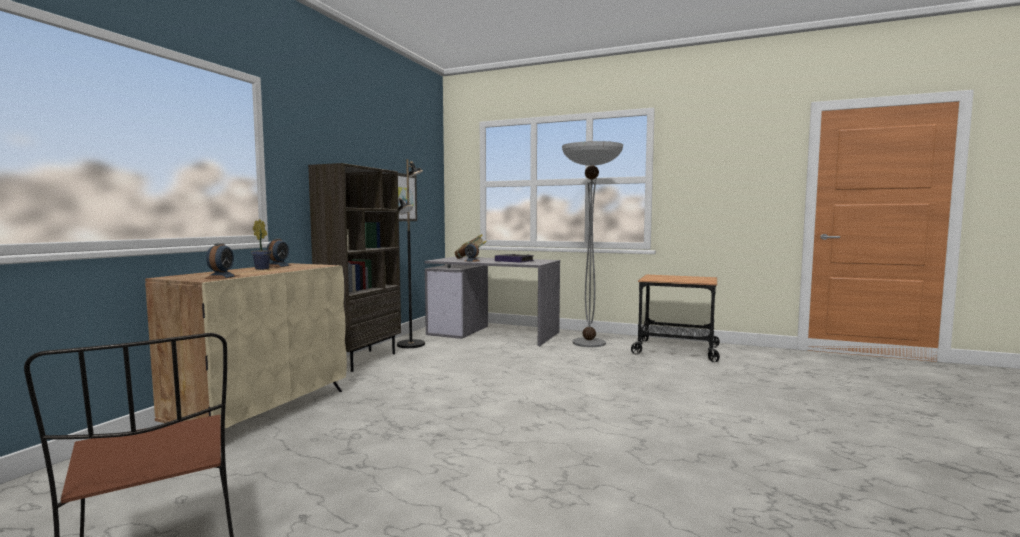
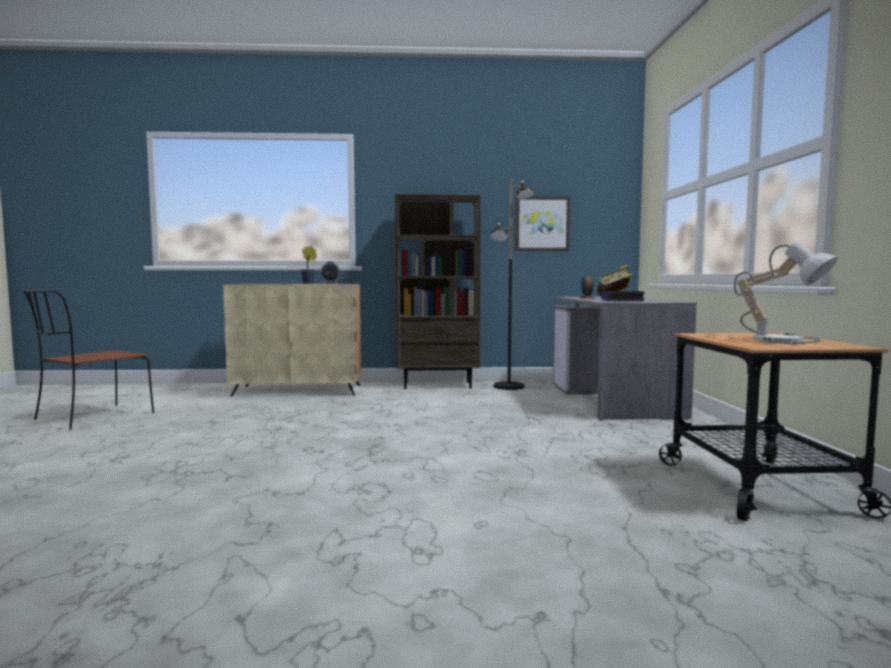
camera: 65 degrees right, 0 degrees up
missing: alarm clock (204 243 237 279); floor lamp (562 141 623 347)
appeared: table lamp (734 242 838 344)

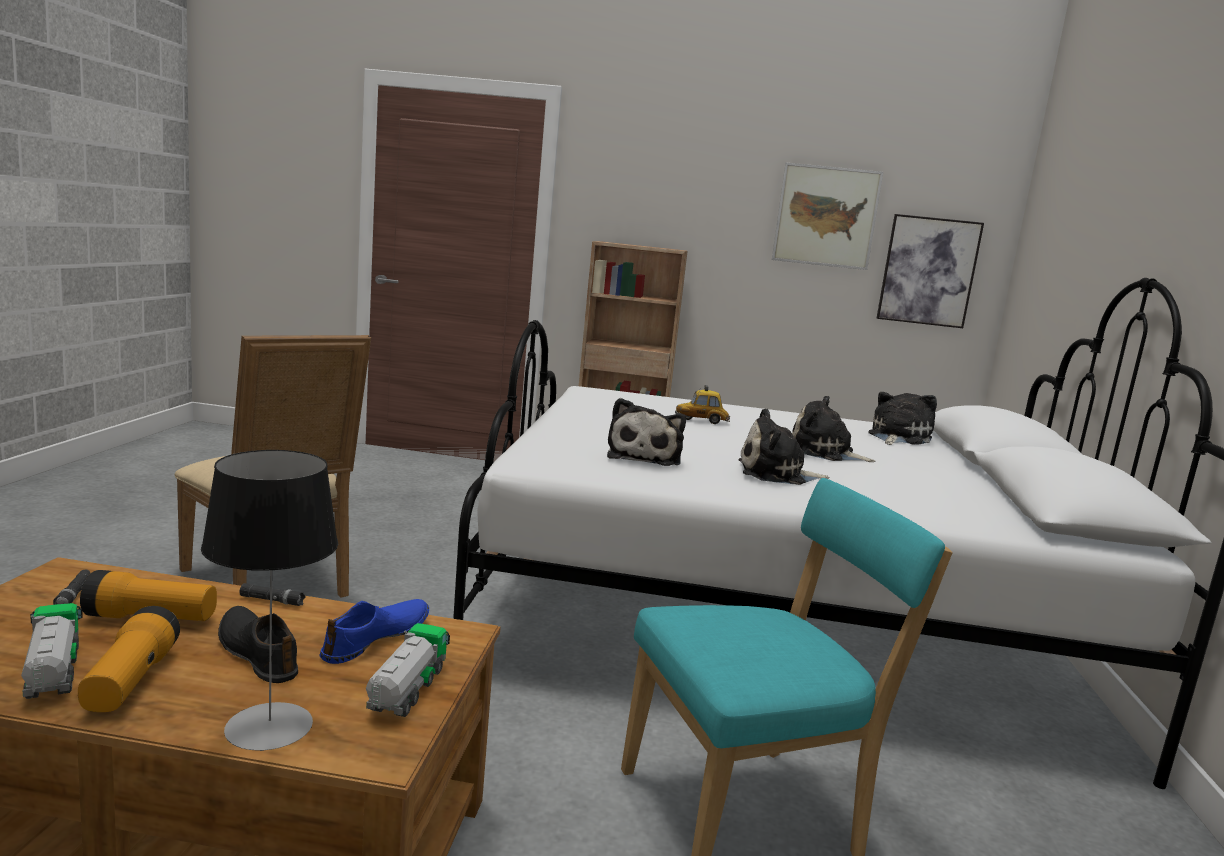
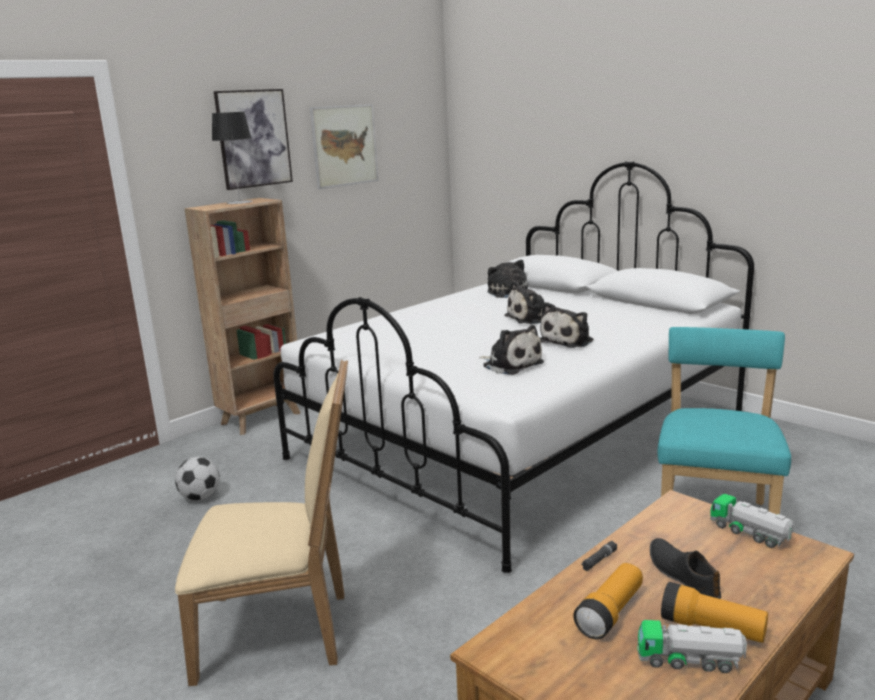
camera: 50 degrees left, 5 degrees up
missing: flashlight (black) (53 570 91 605); shoe (blue) (319 599 429 664); toy car (675 385 730 424)
appeared: football (175 457 220 501)
relocated: table lamp (201 450 338 751) to (212 112 253 204); picture (877 214 984 328) to (214 89 293 190)
spun: shoe (black) (218 606 298 683) = (650 538 721 599) 75 degrees clockwise

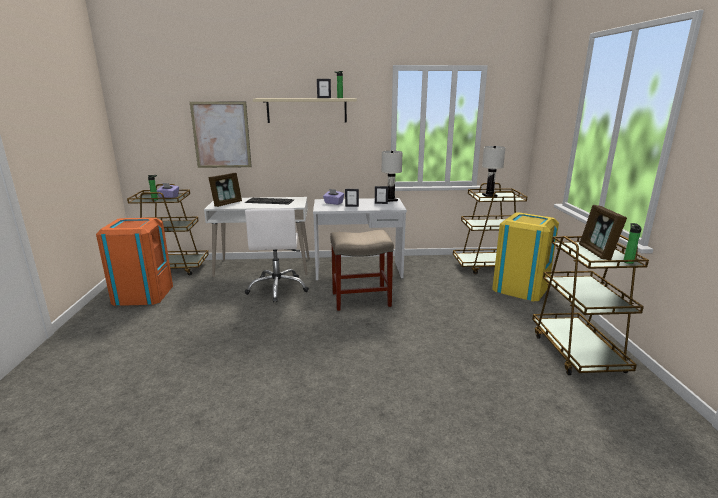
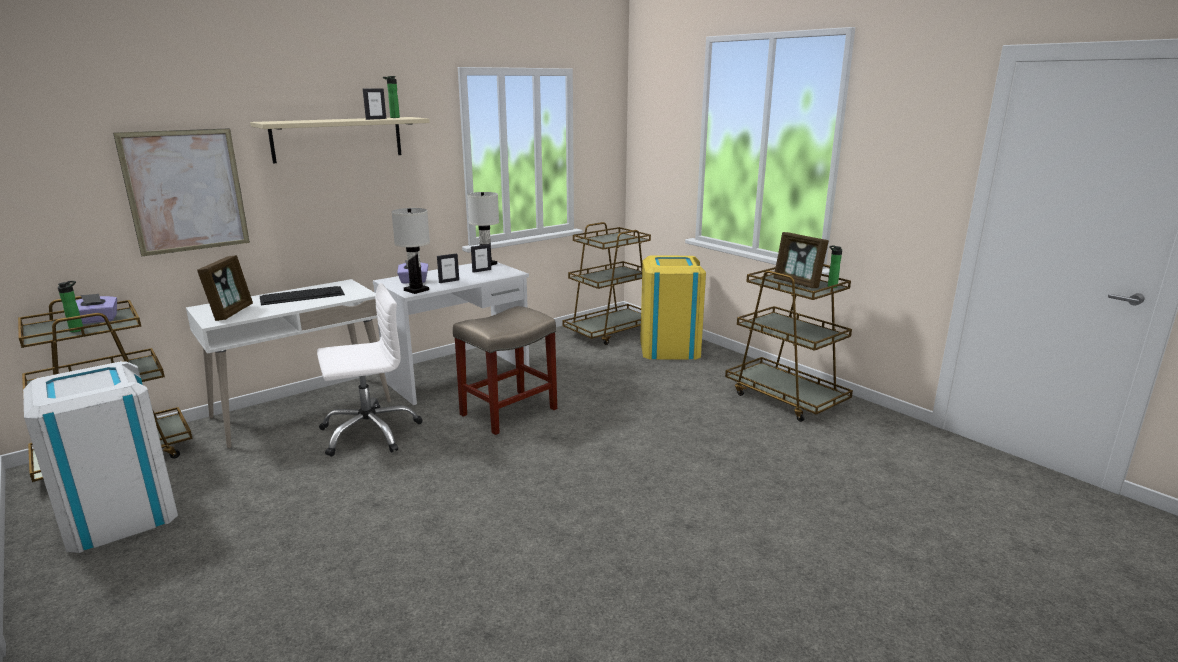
camera: 35 degrees left, 0 degrees up
relocated: table lamp (white) (482 146 506 197) to (391 208 430 294)
colour: trash can (orange) (96 218 173 306) to trash can (white) (23 361 178 553)
spun: office chair (white) (245 208 309 303) = (317 283 422 457) 75 degrees counterclockwise

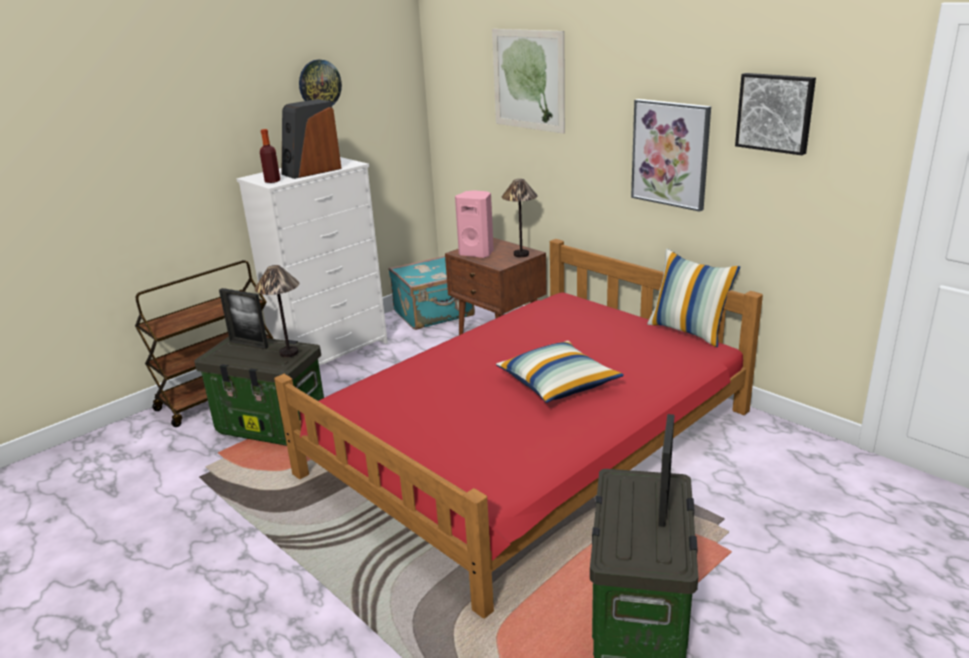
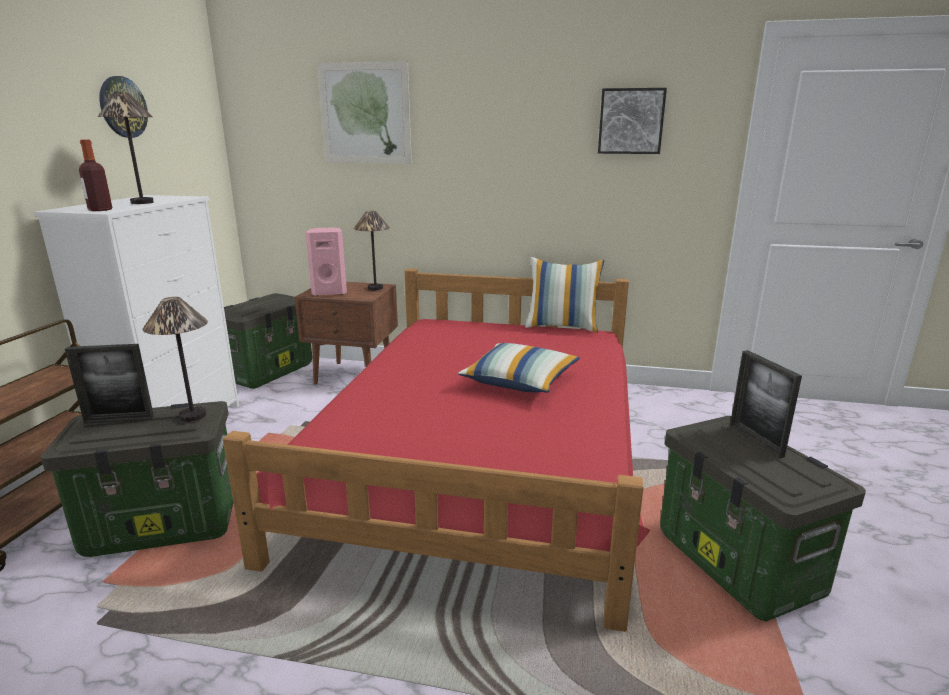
camera: 35 degrees left, 5 degrees down
missing: picture (631 99 711 212)
exchanged: speaker (282 99 342 179) to table lamp (98 92 154 204); suitcase (turquoise) (388 256 475 330) to storage box (224 293 312 389)

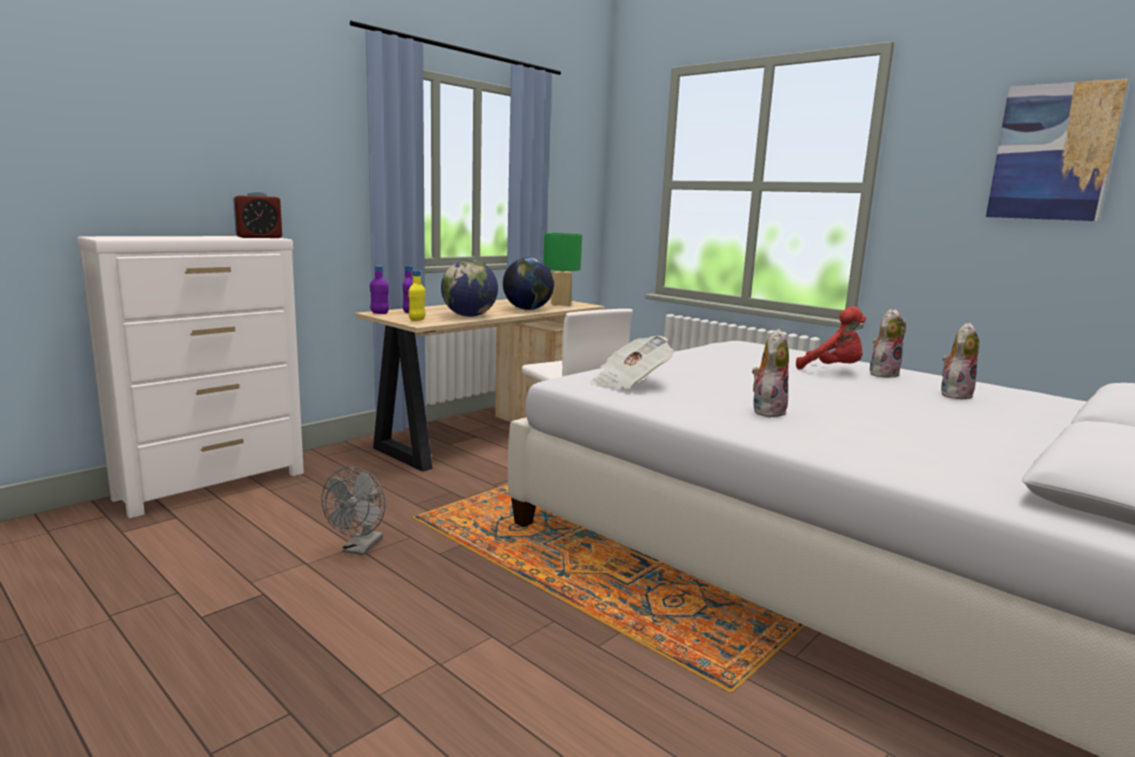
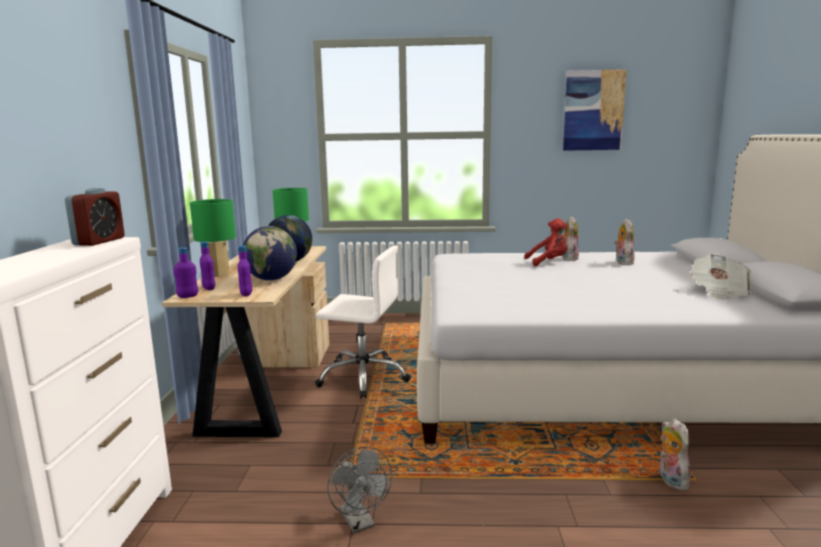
camera: 40 degrees left, 0 degrees up
appeared: table lamp (green) (190 199 236 277)
relocated: newspaper (590 336 674 389) to (690 254 751 300); plush toy (752 329 789 417) to (660 419 691 491)
colour: bottle (yellow) (408 270 426 321) to bottle (purple) (238 245 252 296)

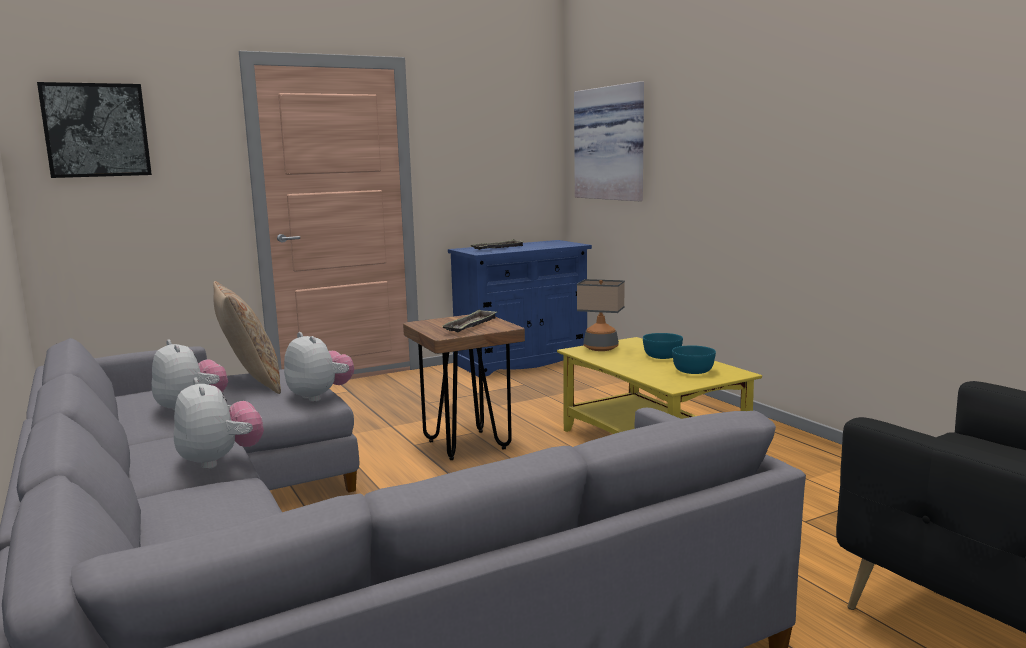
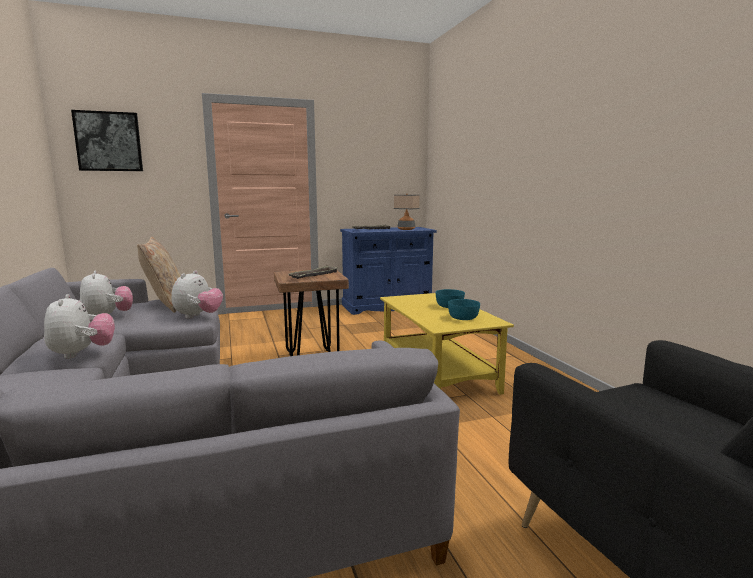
camera: 10 degrees right, 0 degrees up
missing: picture (574 82 644 201)
relocated: table lamp (577 279 625 351) to (394 194 420 230)
spun: plush toy (284 332 354 402) = (172 270 223 319) 45 degrees clockwise

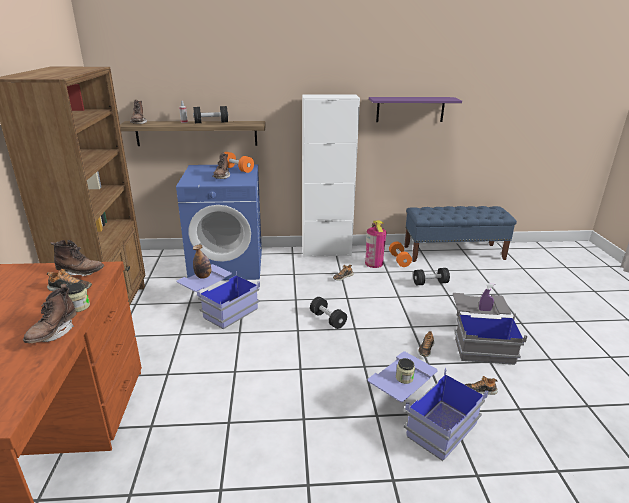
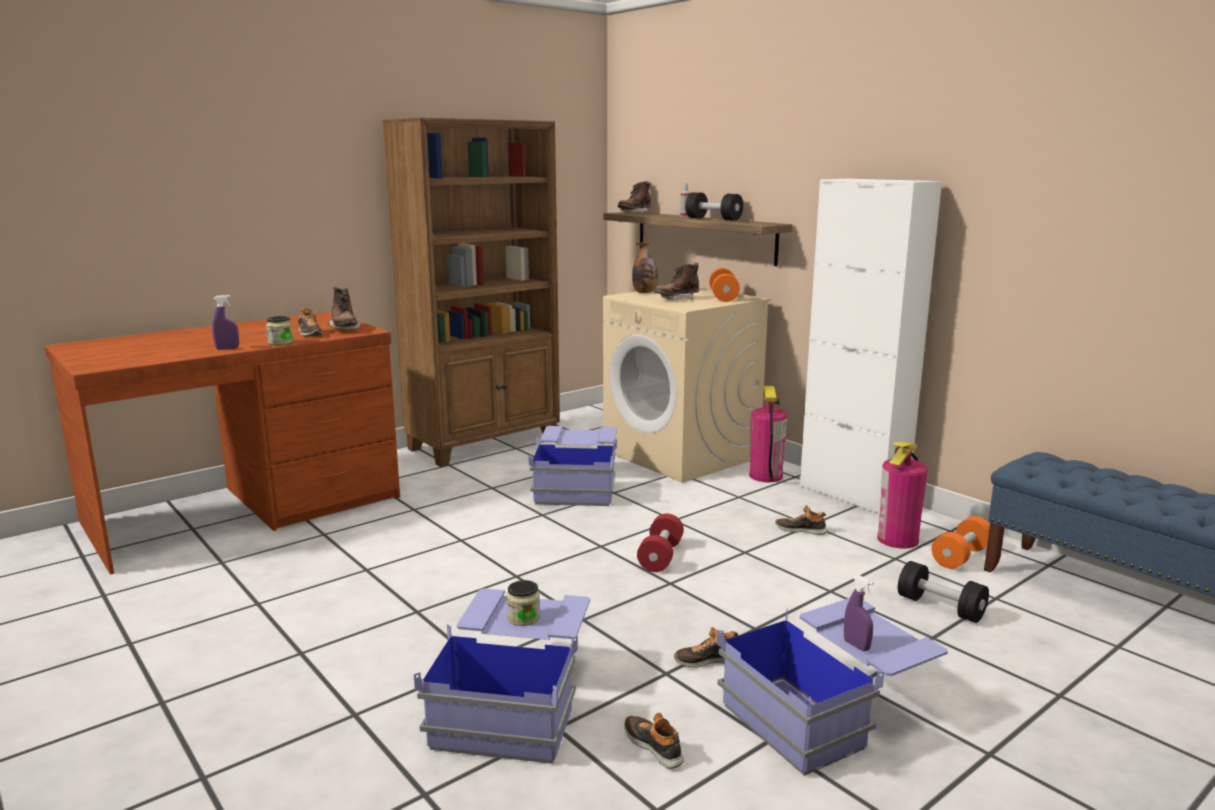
camera: 55 degrees right, 10 degrees down
missing: shelf (purple) (369 97 462 122)
appeared: fire extinguisher (749 386 788 482)
relocated: bottle (193 244 211 279) to (632 241 658 293)
exchanged: boot (brown) (23 284 77 343) to spray bottle (purple) (212 295 239 350)
colour: washing machine (blue) (176 164 262 280) to washing machine (beige) (603 287 771 483); dumbbell (black) (310 297 347 329) to dumbbell (red) (637 513 684 572); storage box (grey) (453 293 527 365) to storage box (blue) (717 598 948 776)

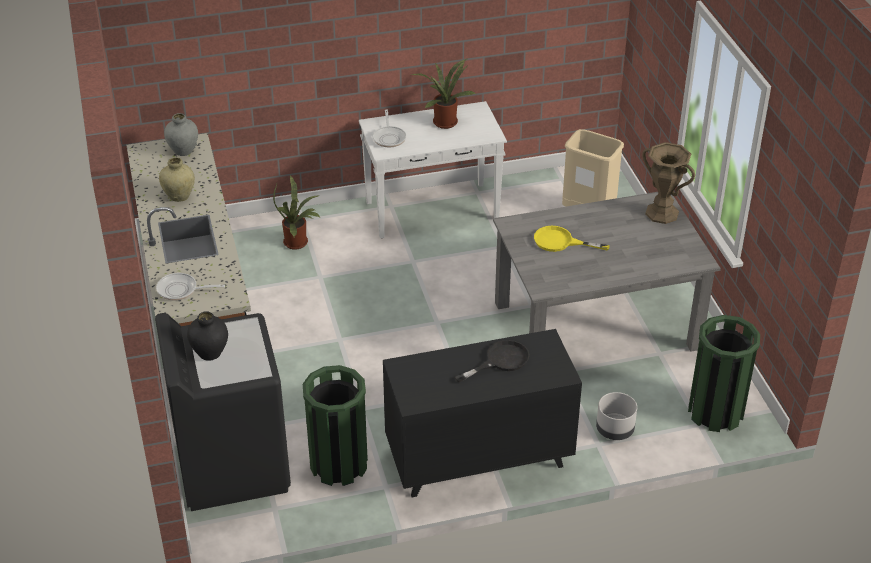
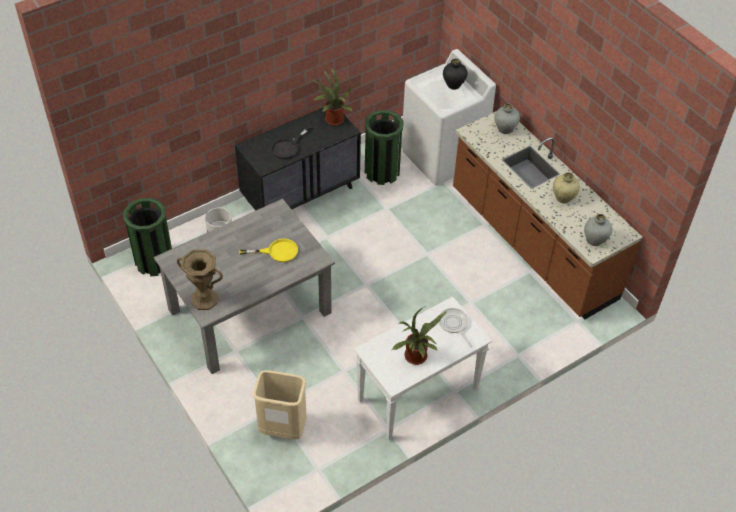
camera: 160 degrees right, 10 degrees up
relocated: potted plant (273 175 320 250) to (312 68 353 126)
exchanged: frying pan (156 273 225 301) to vase (grey) (494 104 520 134)
colour: washing machine (black) (155 313 291 511) to washing machine (white) (401 49 496 186)

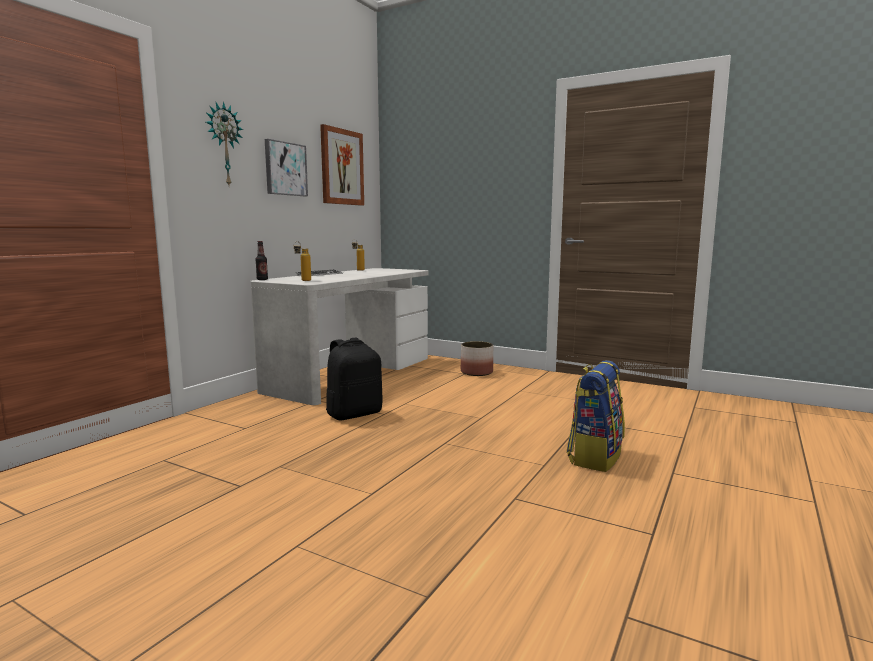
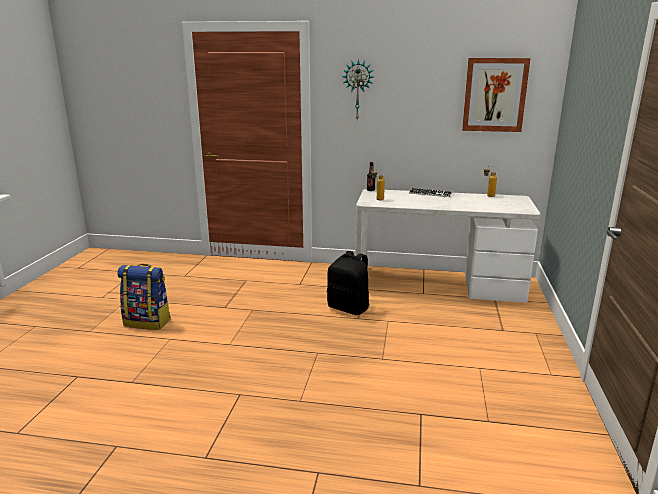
camera: 70 degrees right, 10 degrees up
missing: picture (265 139 308 196); planter (461 341 493 376)
relocated: backpack (566 360 625 472) to (117 264 171 330)

